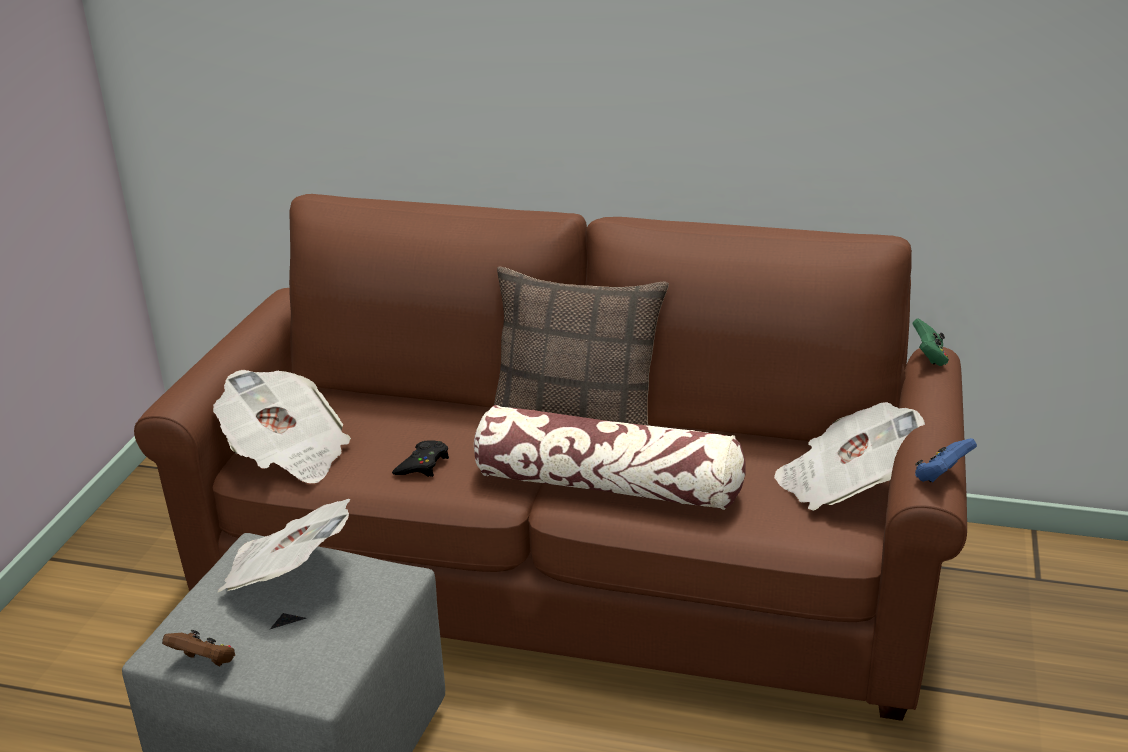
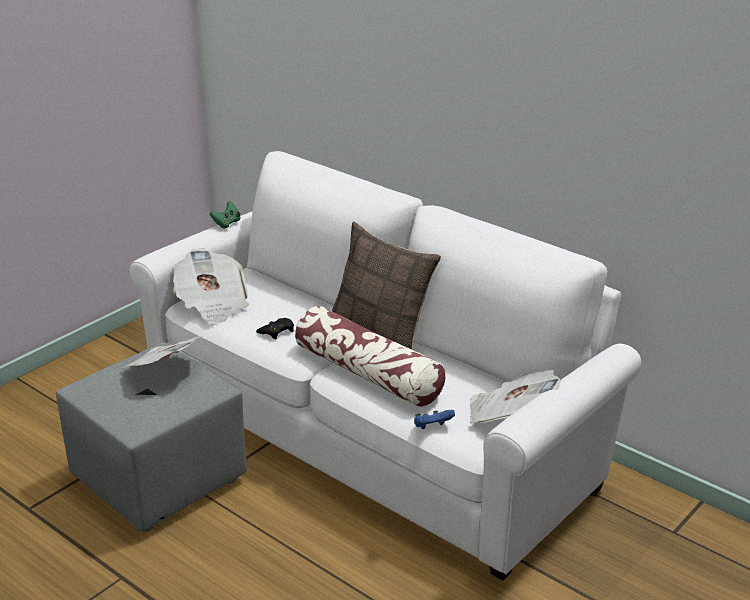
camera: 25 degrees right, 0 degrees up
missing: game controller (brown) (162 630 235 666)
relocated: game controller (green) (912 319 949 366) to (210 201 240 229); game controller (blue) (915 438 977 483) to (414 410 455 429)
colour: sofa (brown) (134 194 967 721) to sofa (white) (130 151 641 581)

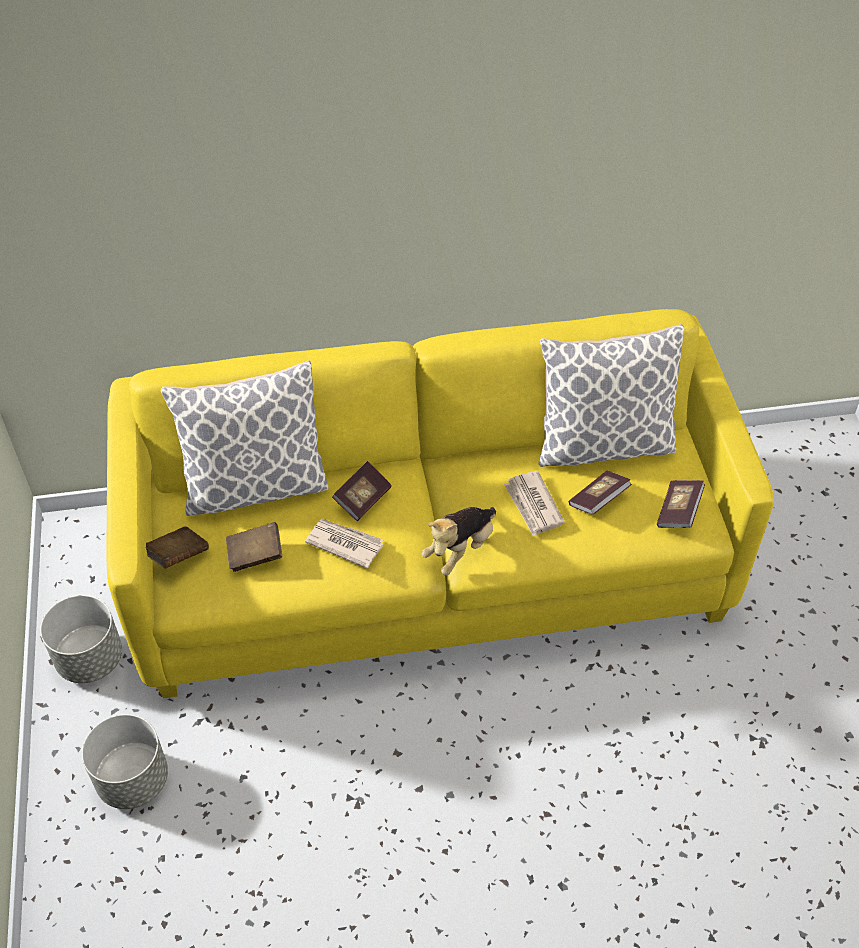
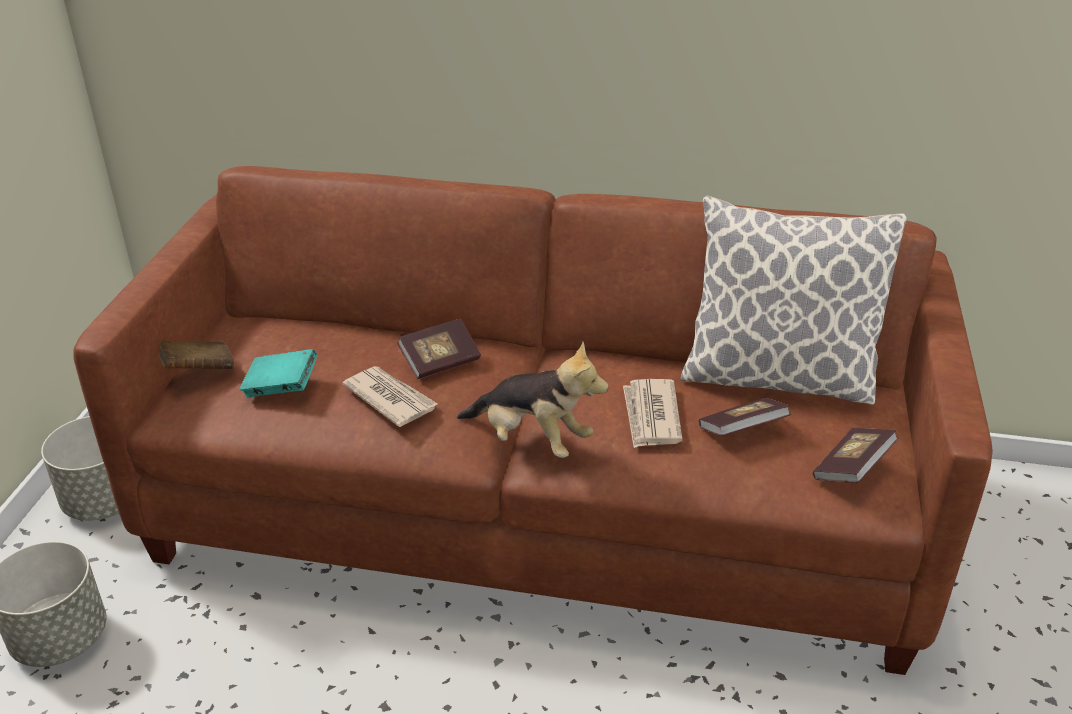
camera: 20 degrees right, 15 degrees down
missing: pillow (161 360 328 516)
colour: sofa (yellow) (107 309 774 698) to sofa (brown) (73 166 993 675); book (brown) (226 522 282 572) to book (turquoise) (240 349 317 397)
spun: plush toy (422 507 496 576) = (457 342 609 458) 120 degrees counterclockwise

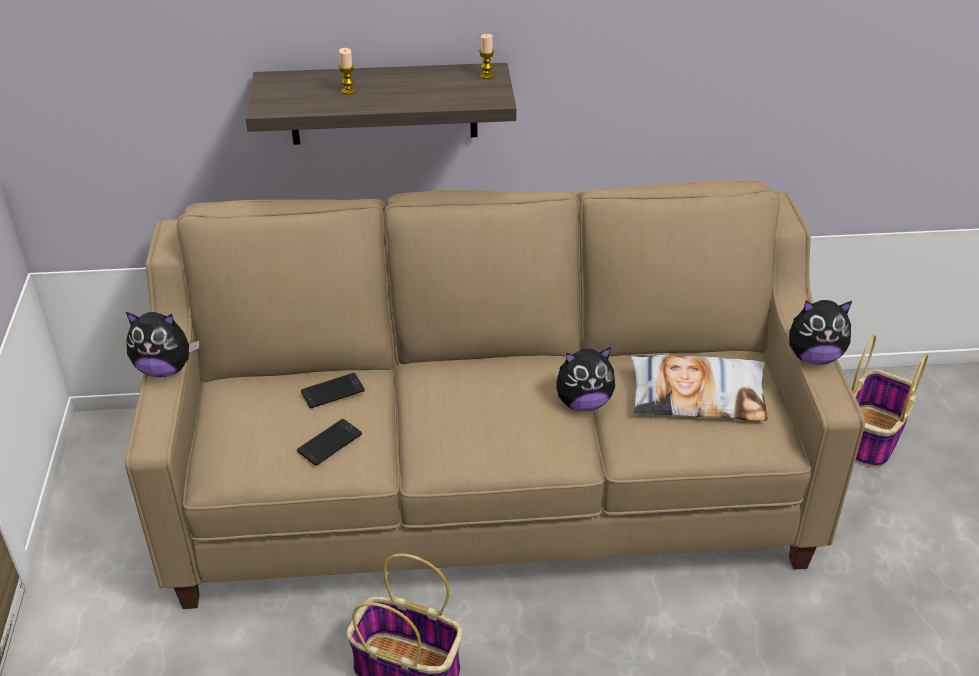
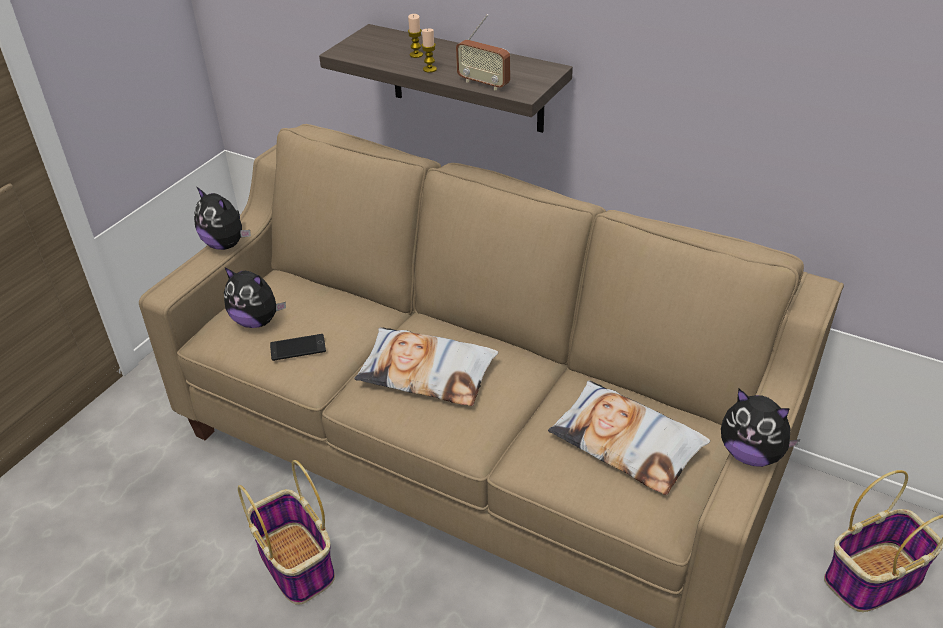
camera: 35 degrees right, 0 degrees up
missing: phone (301 373 365 408)
appeared: pillow (354 327 498 406); radio (456 14 510 90)
relocated: candle (479 34 494 79) to (421 29 437 73); plush toy (557 347 615 411) to (224 267 286 328)

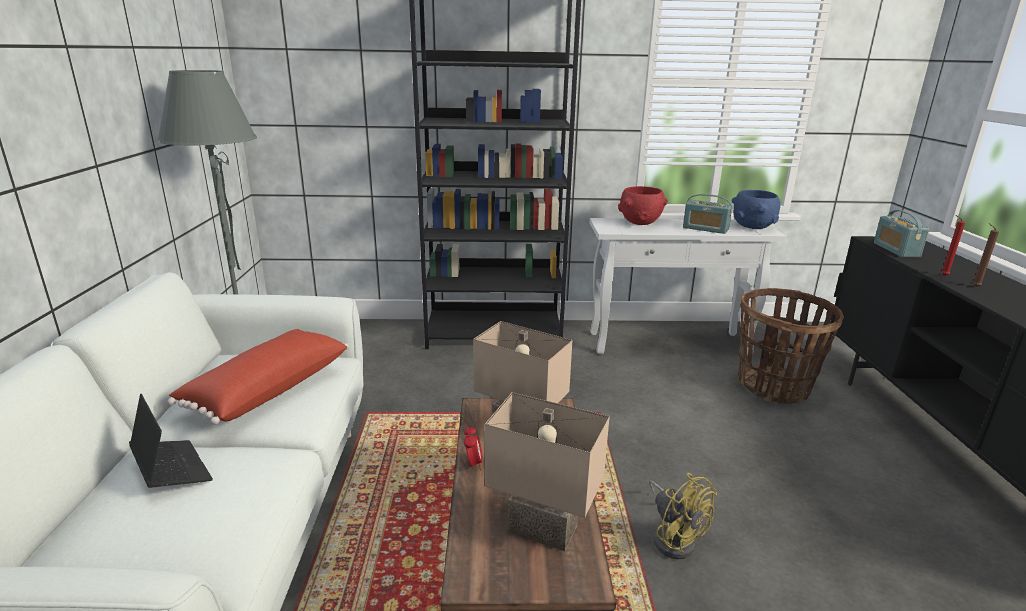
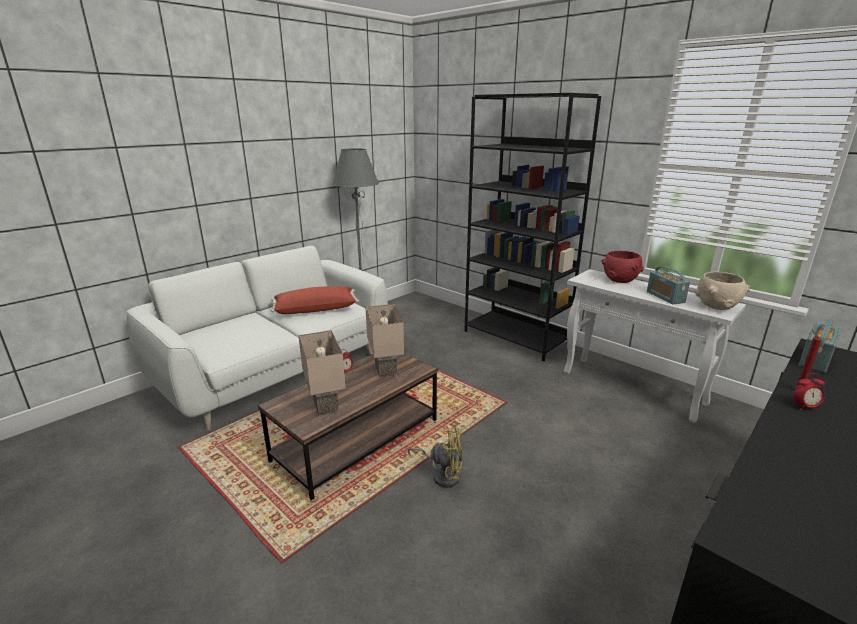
camera: 45 degrees right, 0 degrees up
missing: laptop (129 394 213 488); basket (738 288 844 404)
exchanged: candle (brown) (972 223 999 287) to alarm clock (794 373 825 410)
colour: bowl (blue) (732 190 781 229) to bowl (beige) (695 272 750 310)
spun: fan (yellow) (649 473 717 559) = (408 427 463 488) 90 degrees counterclockwise

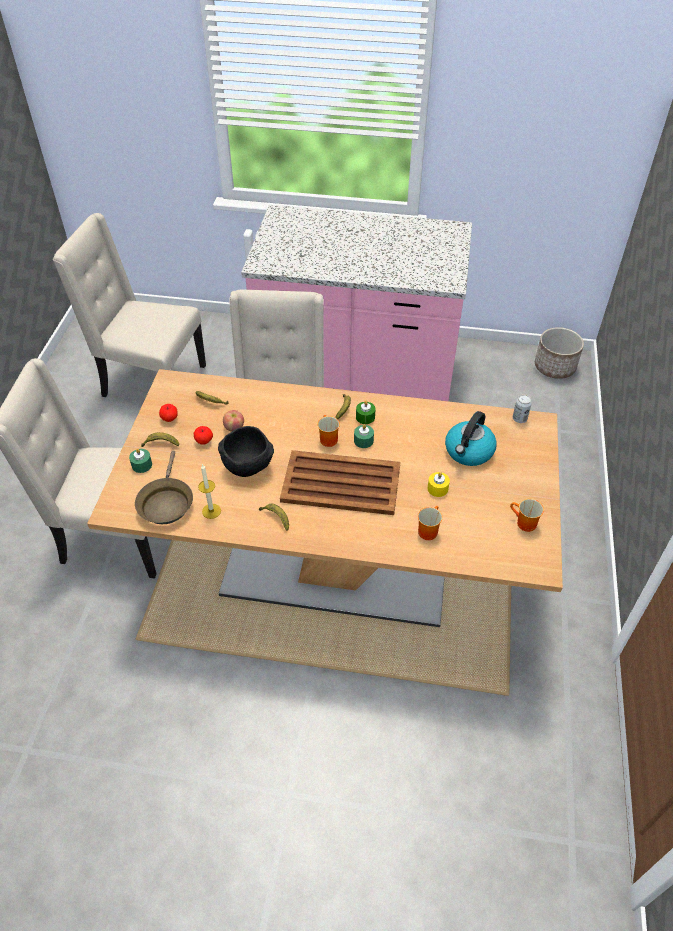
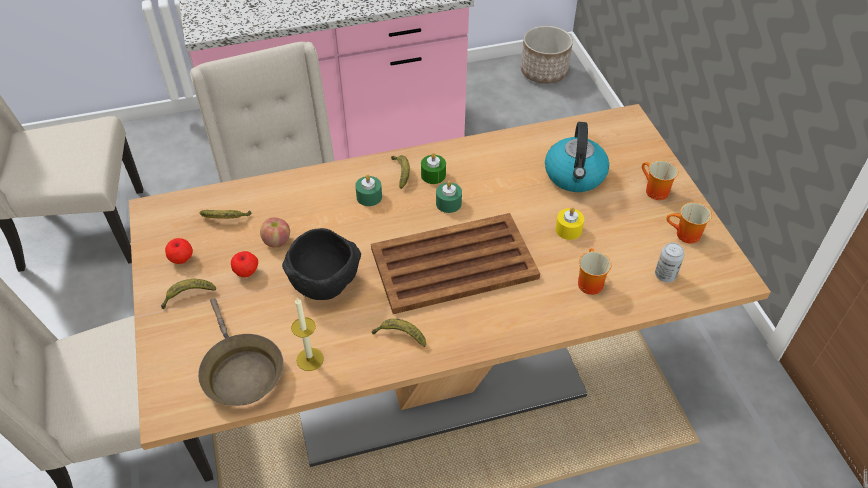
camera: 25 degrees left, 0 degrees up
relocated: candle (green) (129 448 152 473) to (355 174 382 206); mug (317 415 340 447) to (642 160 678 200); can (513 395 532 423) to (655 243 684 282)

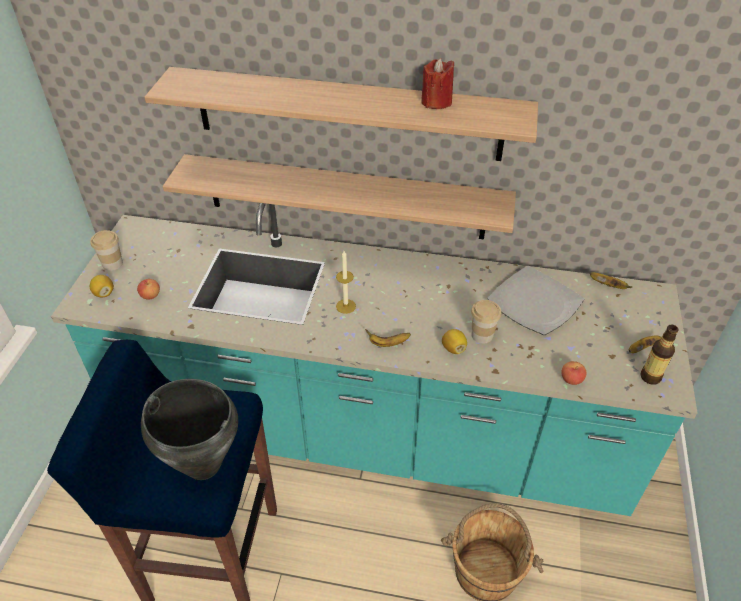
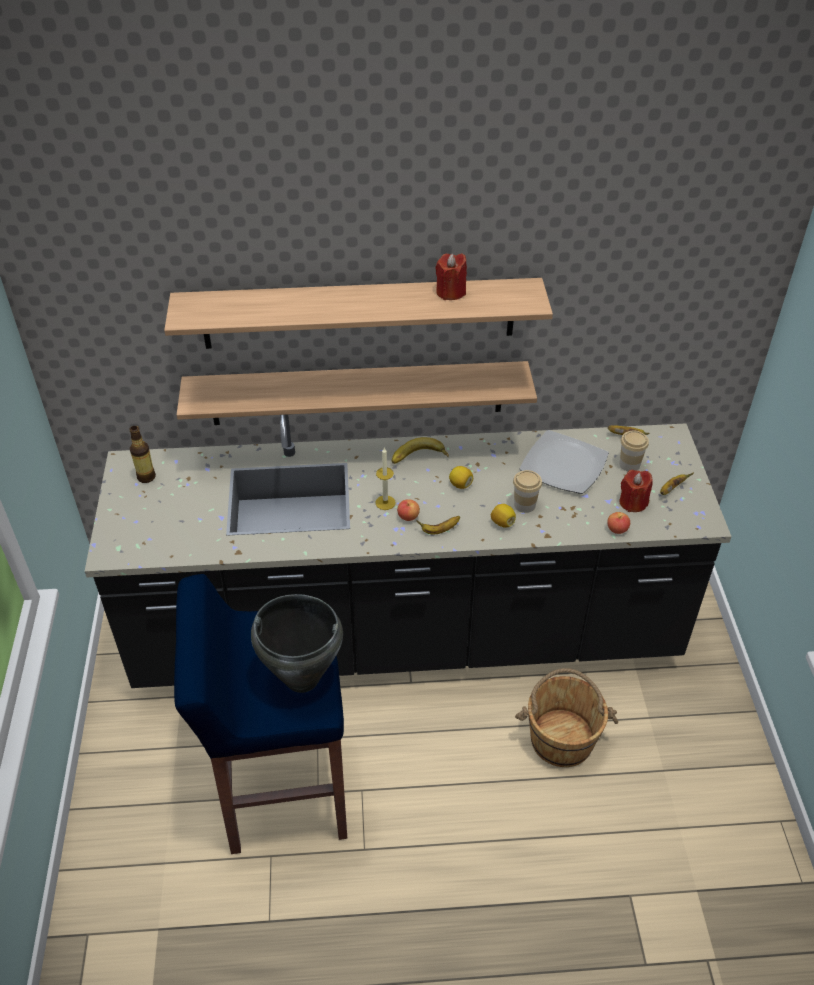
camera: 15 degrees left, 0 degrees up
appeared: banana (392 437 449 464); candle (red) (619 470 653 512)
relocated: cup (90 230 123 271) to (620 430 649 471); lemon (90 275 114 297) to (449 466 473 489); apple (137 279 160 300) to (397 499 420 521); bottle (640 325 678 385) to (130 426 156 483)
colour: counter (turquoise) (51 203 697 516) to counter (black) (85 414 732 688)

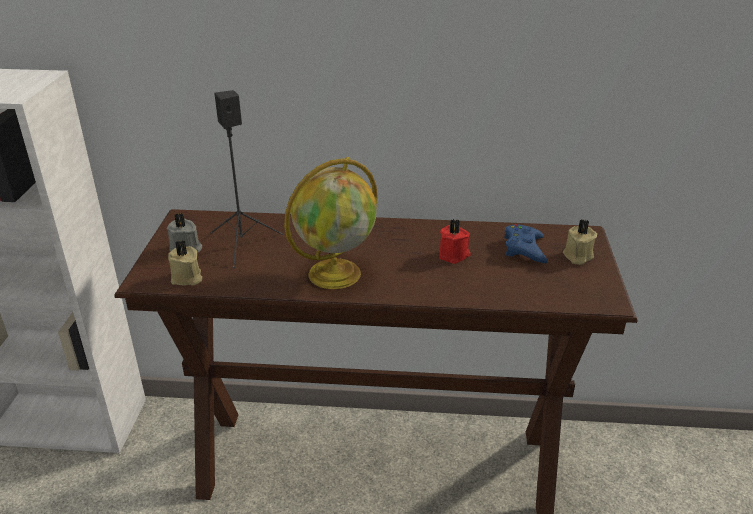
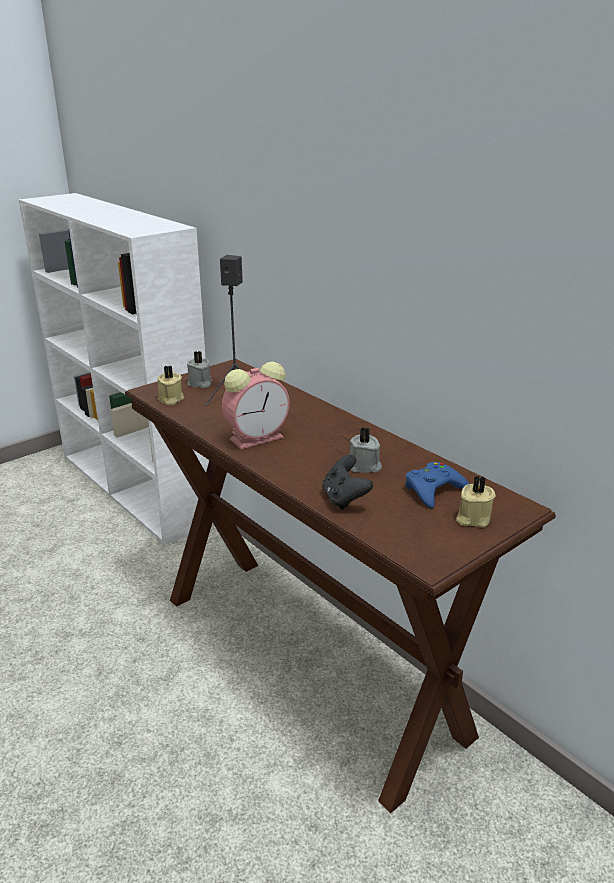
camera: 45 degrees right, 5 degrees down
appeared: game controller (black) (322 455 373 510)
exchanged: globe (284 157 378 289) to alarm clock (222 362 290 449)
colour: candle (red) (439 219 471 264) to candle (grey) (350 427 382 473)

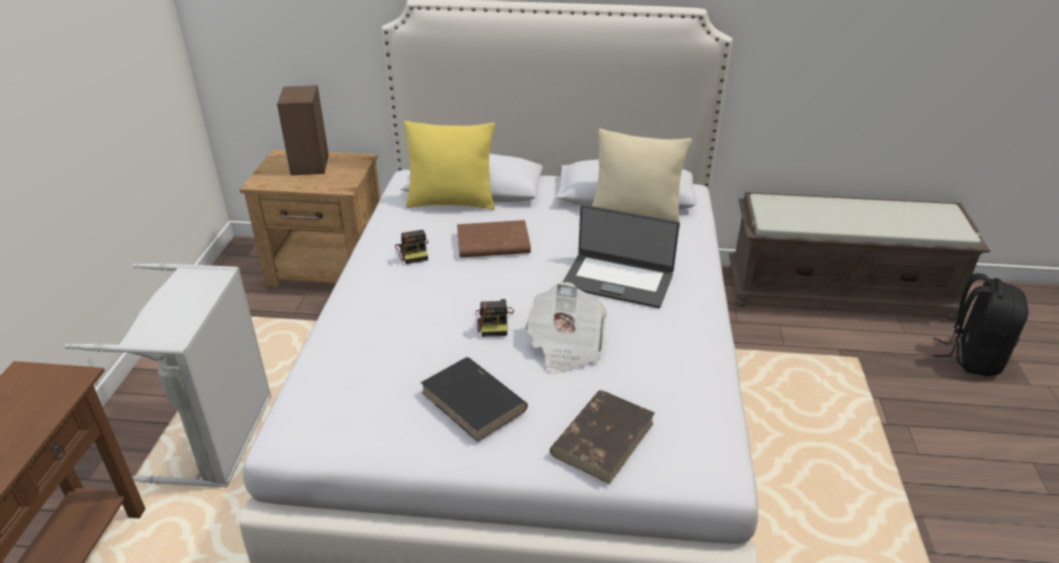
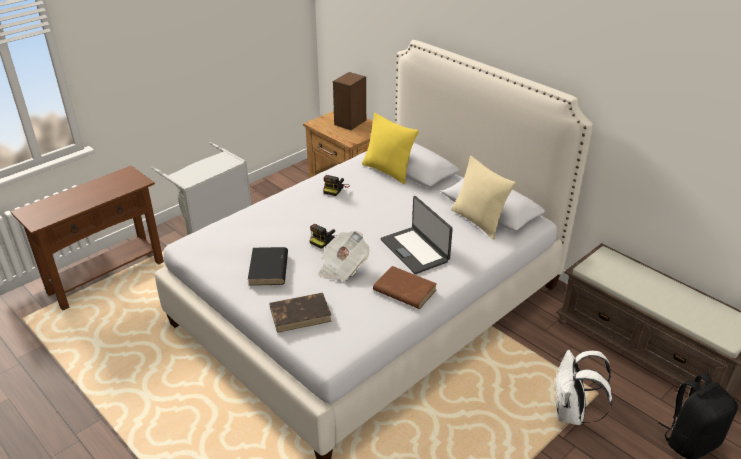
camera: 40 degrees right, 0 degrees up
appeared: backpack (white) (554 350 612 425)
relocated: book (brown) (457 220 531 258) to (373 266 437 309)

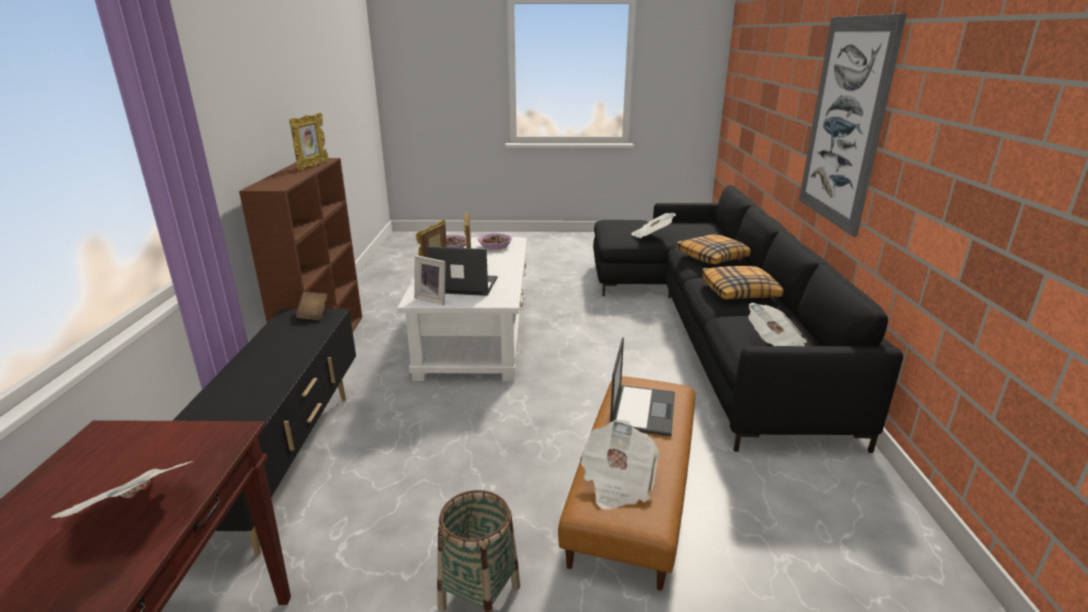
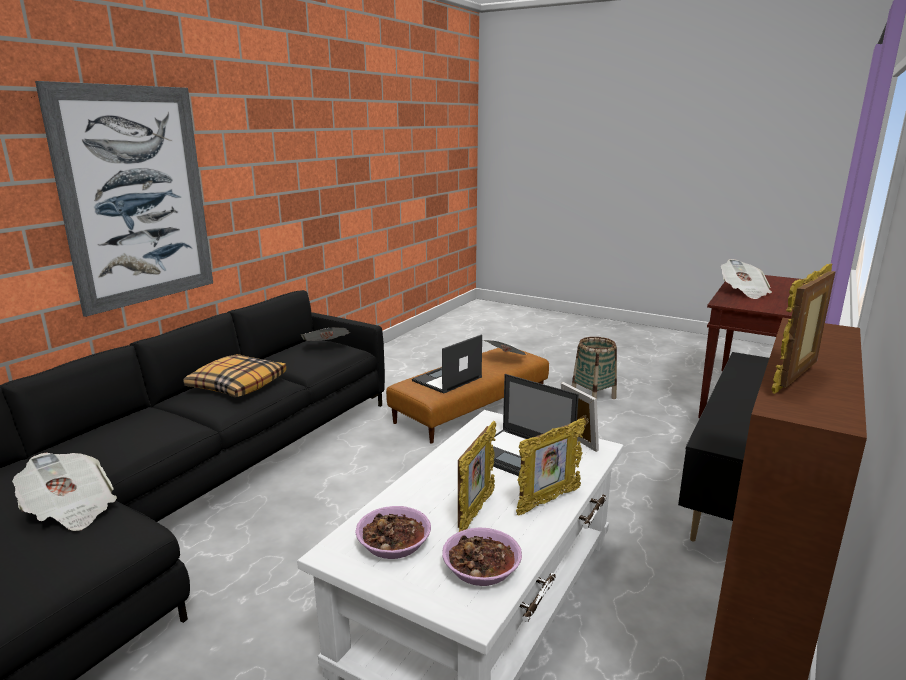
camera: 150 degrees left, 5 degrees down
missing: book (brown) (295 292 327 320); pillow (676 235 751 264)

